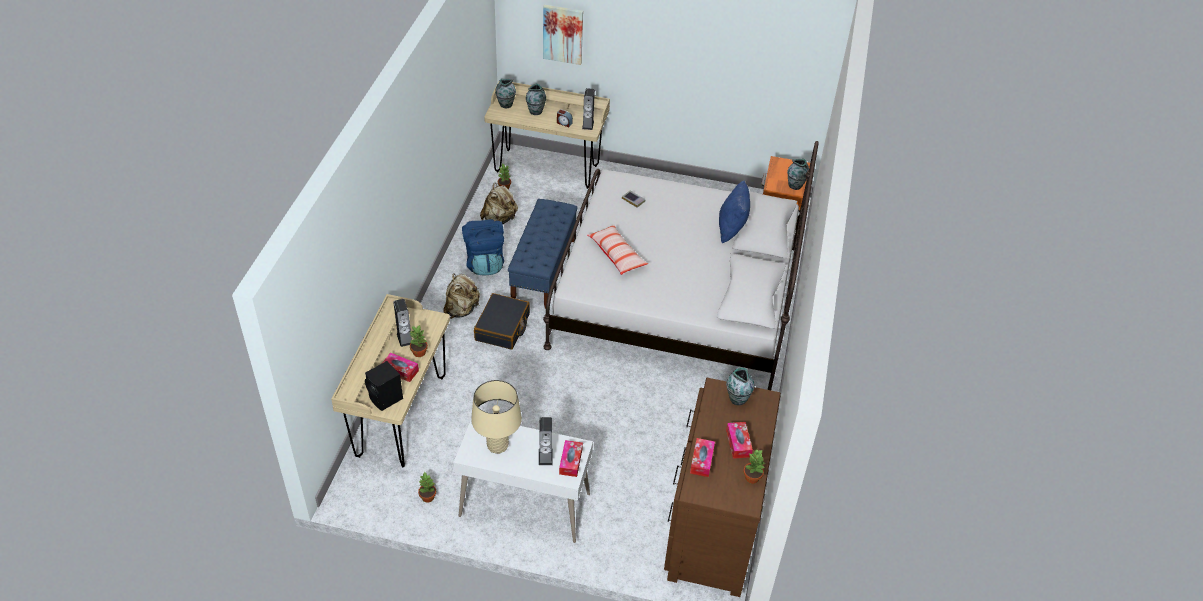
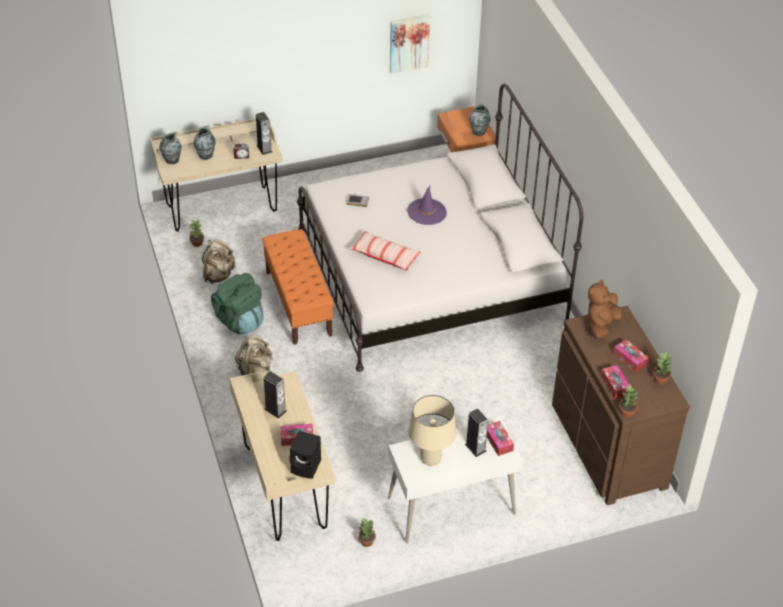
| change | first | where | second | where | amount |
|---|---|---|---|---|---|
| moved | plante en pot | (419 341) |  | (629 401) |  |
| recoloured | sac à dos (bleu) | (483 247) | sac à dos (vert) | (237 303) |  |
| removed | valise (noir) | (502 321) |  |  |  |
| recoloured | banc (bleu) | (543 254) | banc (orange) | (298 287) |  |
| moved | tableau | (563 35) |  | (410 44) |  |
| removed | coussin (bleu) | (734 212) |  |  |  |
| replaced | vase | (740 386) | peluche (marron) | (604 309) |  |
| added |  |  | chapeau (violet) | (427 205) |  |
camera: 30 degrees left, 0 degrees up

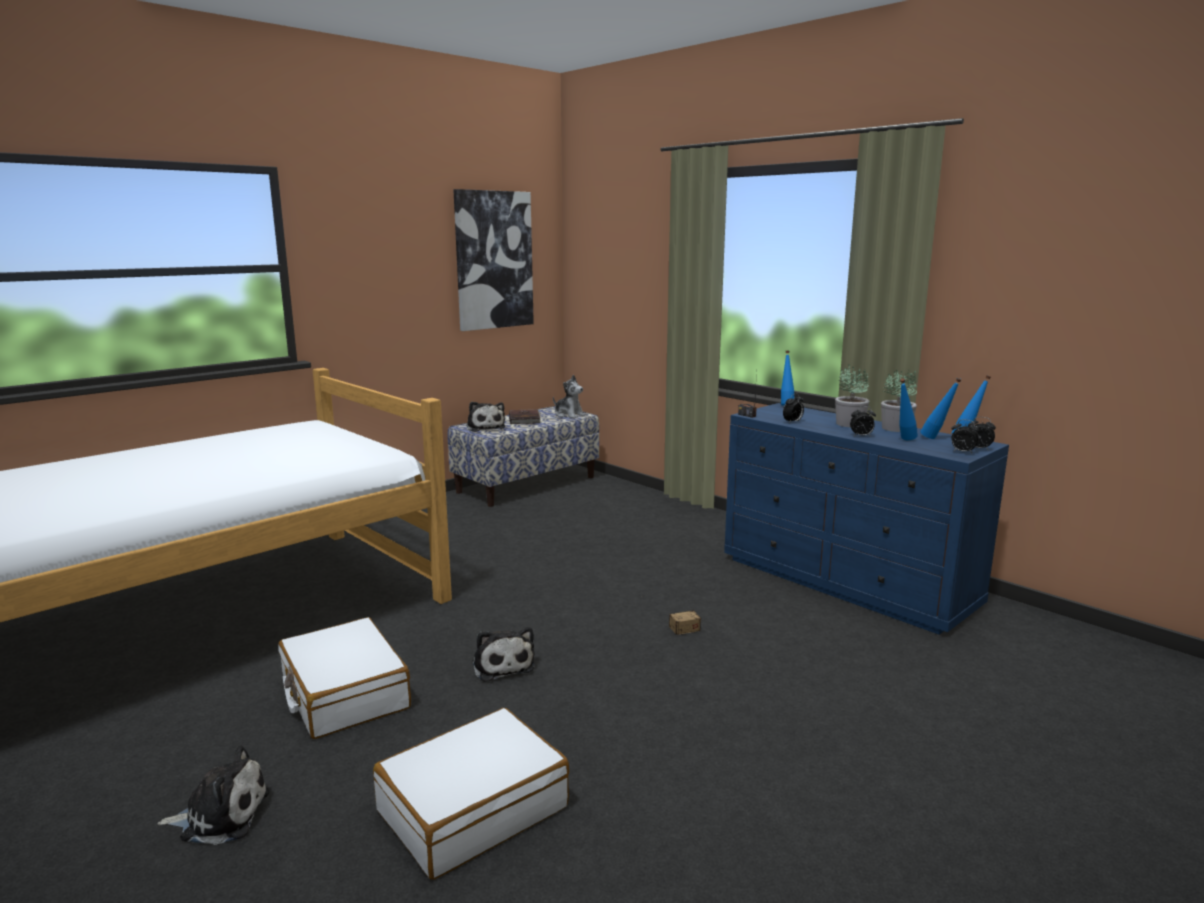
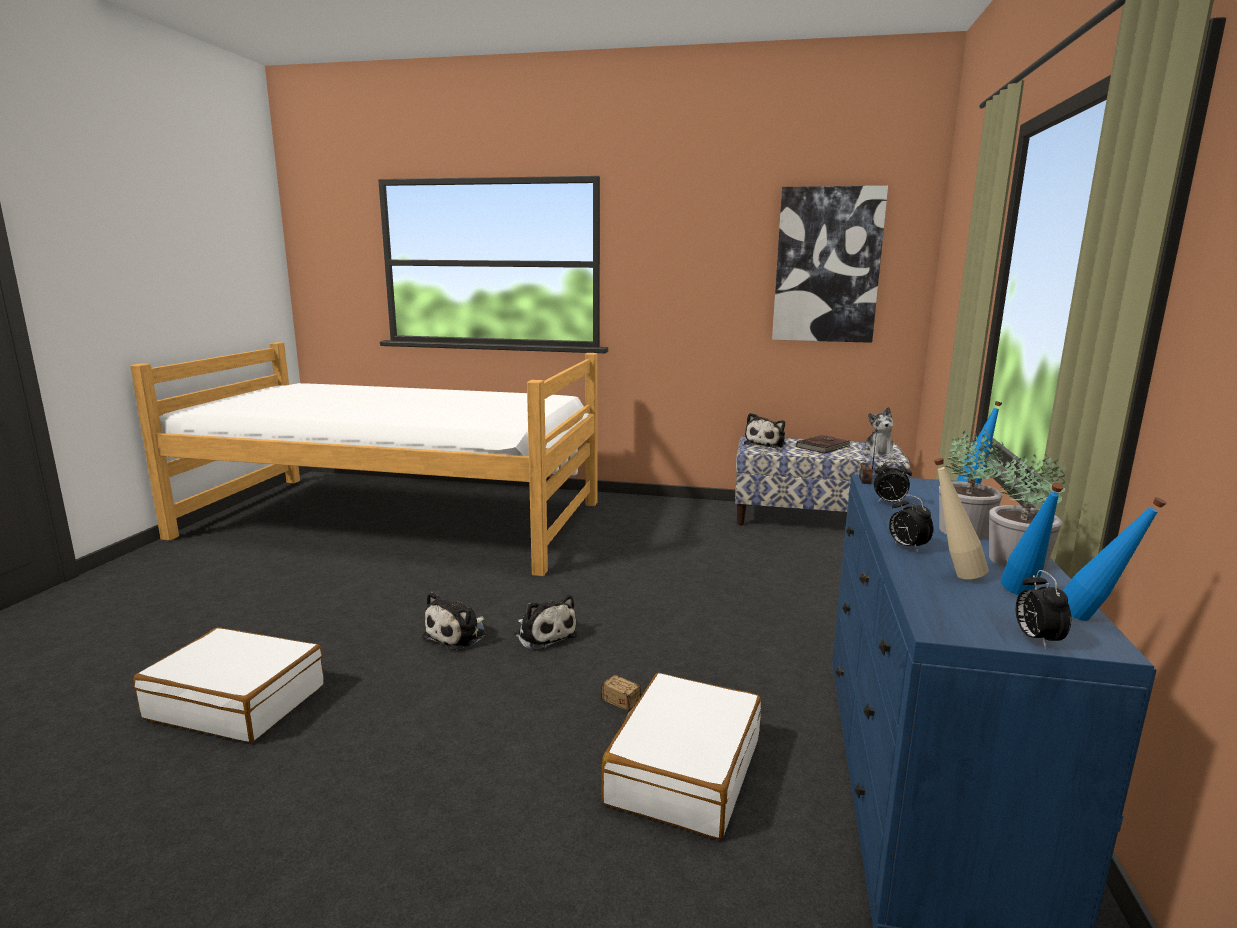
| change | first | where | second | where | amount |
|---|---|---|---|---|---|
| moved | peluche | (213 795) |  | (546 623) |  |
| moved | valise (blanc) | (344 678) |  | (681 756) |  |
| recoloured | bouteille (bleu) | (908 409) | bouteille (beige) | (961 518) |  |
| removed | réveil | (965 436) |  |  |  |
camera: 55 degrees right, 0 degrees up

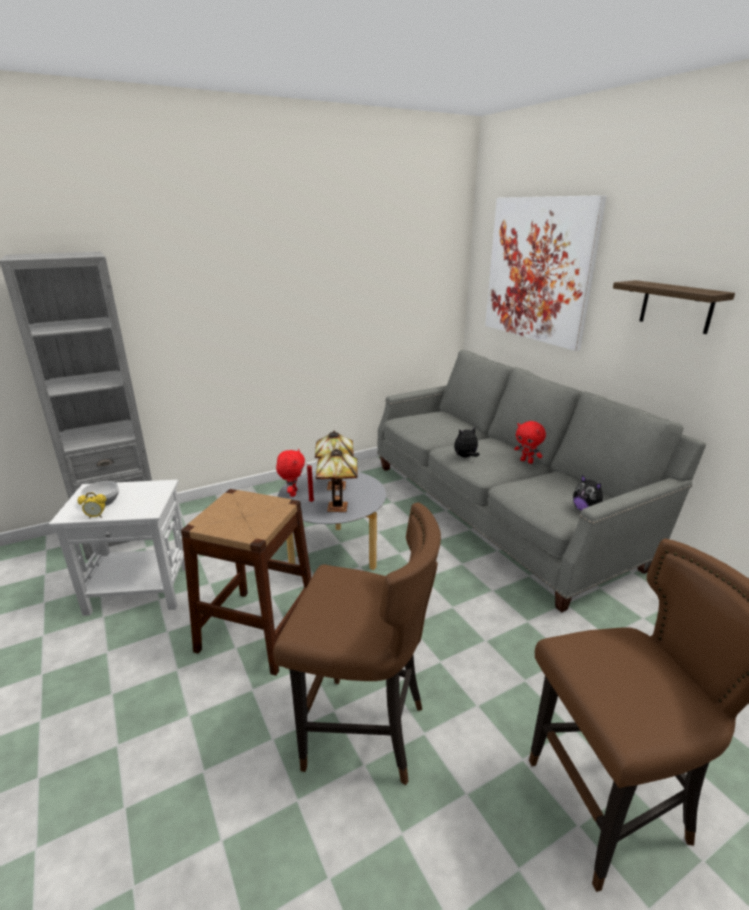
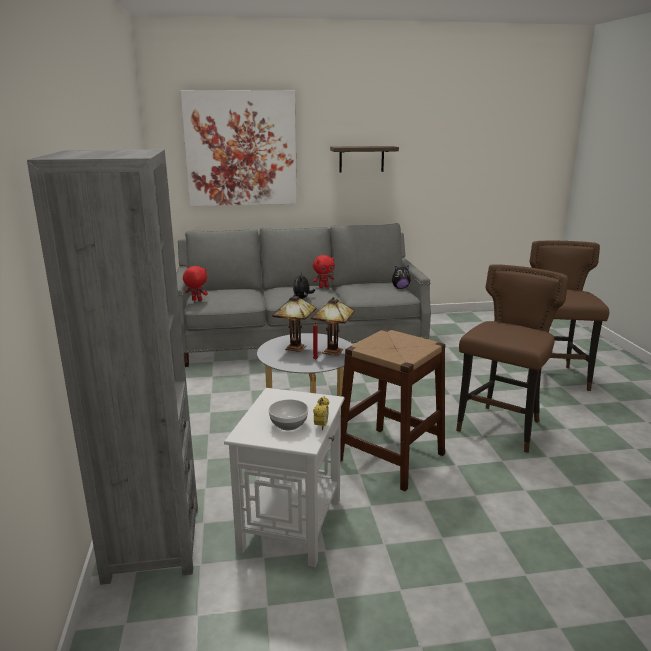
| change | first | where | second | where | amount |
|---|---|---|---|---|---|
| moved | peluche (rouge) | (290 473) |  | (195 283) |  |
camera: 70 degrees left, 5 degrees down

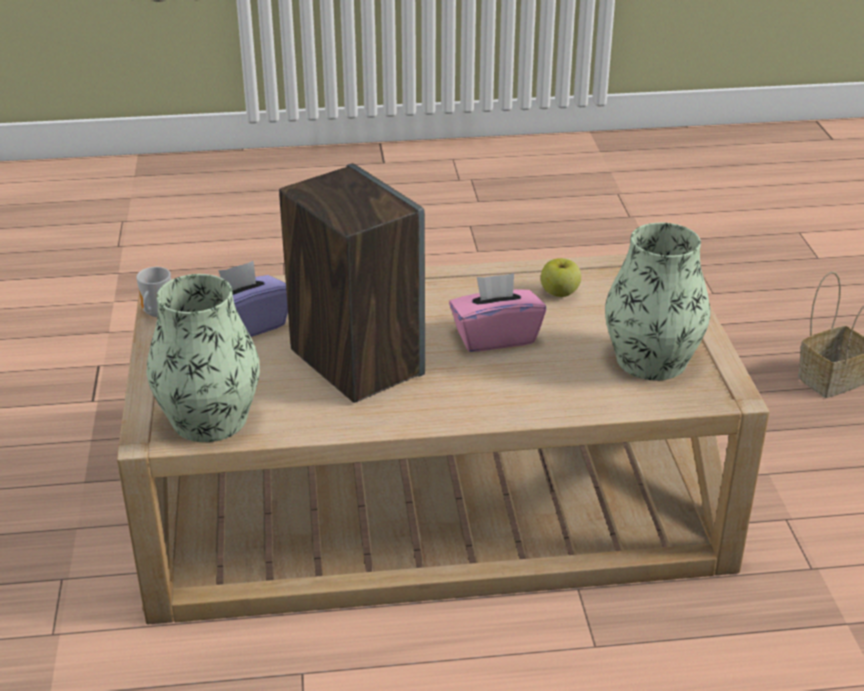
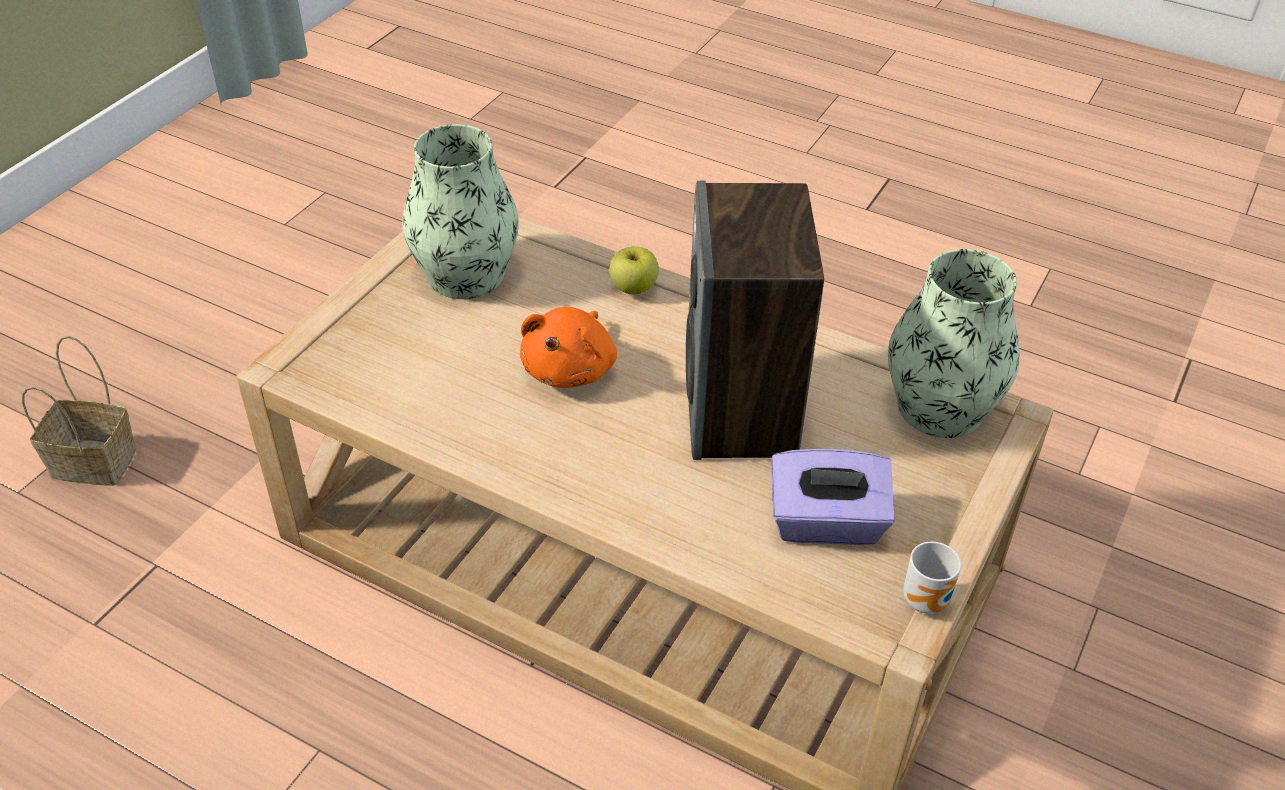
| change | first | where | second | where | amount |
|---|---|---|---|---|---|
| replaced | boîte à mouchoirs (rose) | (497 312) | peluche (orange) | (568 347) |  |
| moved | pomme | (561 277) |  | (634 270) |  |
camera: 145 degrees left, 10 degrees up

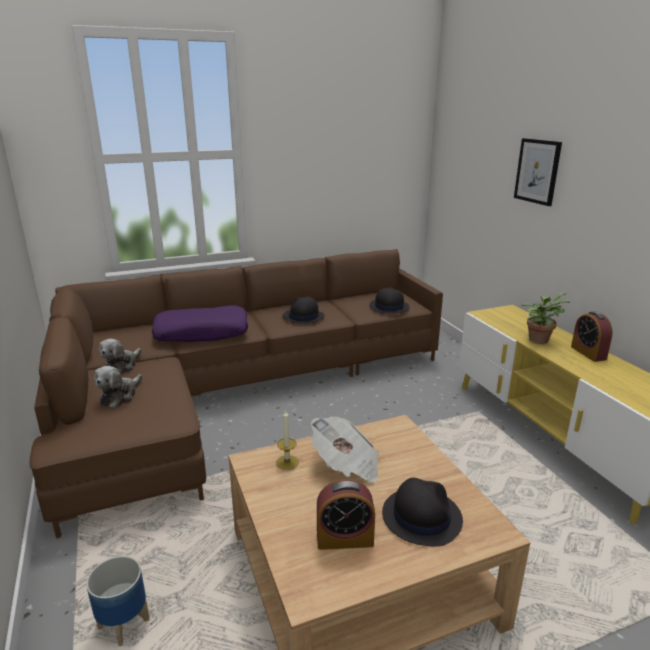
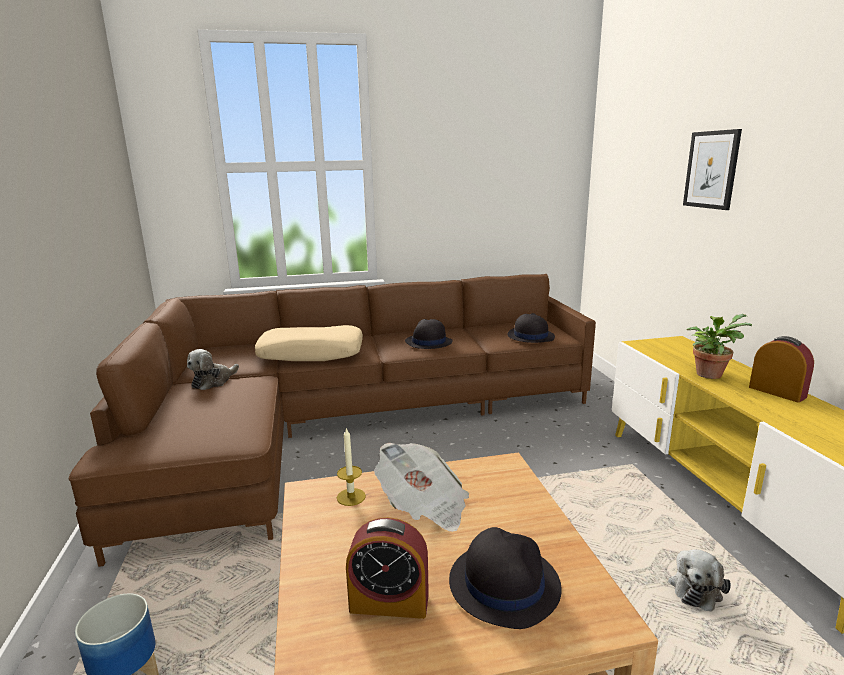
| change | first | where | second | where | amount |
|---|---|---|---|---|---|
| moved | peluche | (118 387) |  | (699 580) |  |
| recoloured | coussin (violet) | (200 323) | coussin (beige) | (309 343) |  |
| turned | réveil | (592 336) |  | (781 369) | 150 degrees clockwise |
camera: 10 degrees right, 5 degrees down

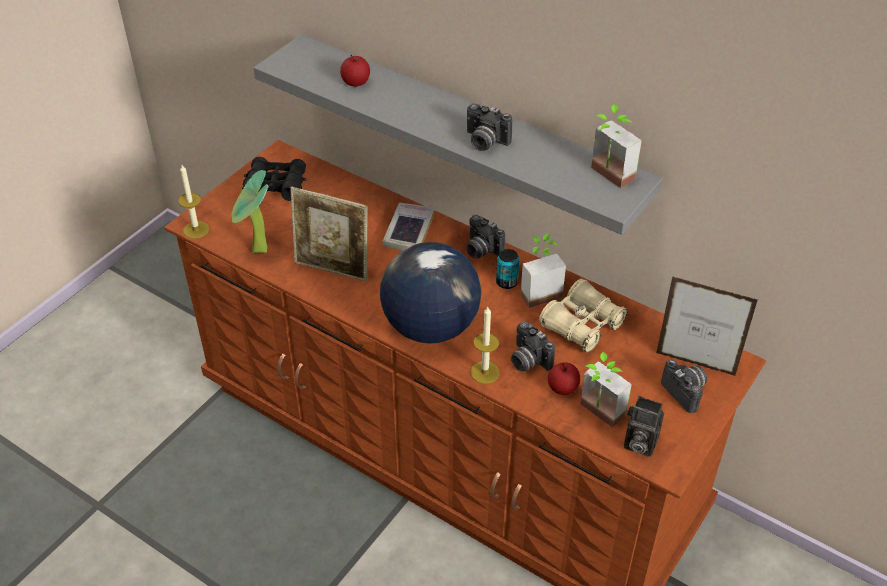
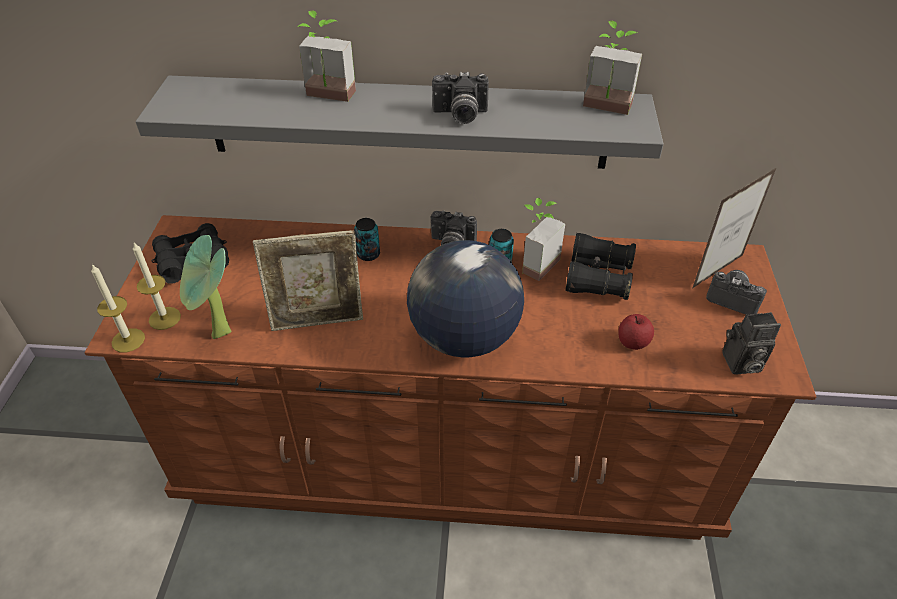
| change | first | where | second | where | amount |
|---|---|---|---|---|---|
| removed | pomme | (355 71) |  |  |  |
| replaced | livre | (408 227) | boîte métallique | (367 239) |  |
| moved | bougie | (485 345) |  | (157 286) |  |
| removed | appareil photo | (533 346) |  |  |  |
| recoloured | jumelles (beige) | (583 316) | jumelles (noir) | (600 266) |  |
| moved | plante en pot | (606 390) |  | (327 56) |  |
| turned | cadre photo | (707 326) |  | (735 227) | 150 degrees clockwise |
camera: 30 degrees left, 0 degrees up

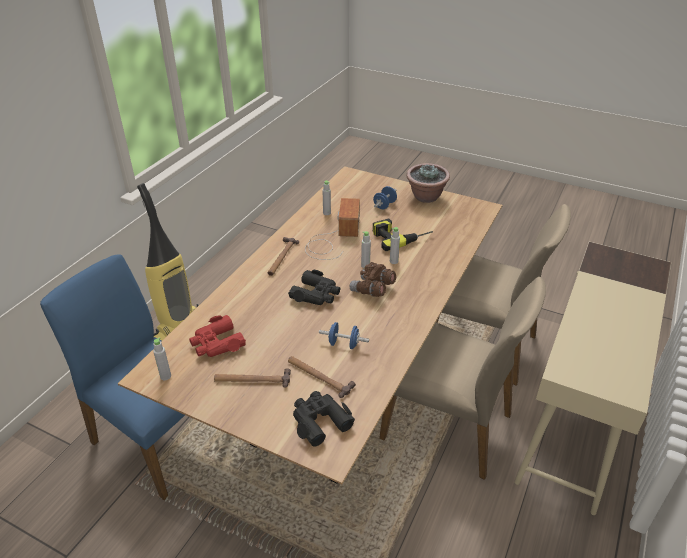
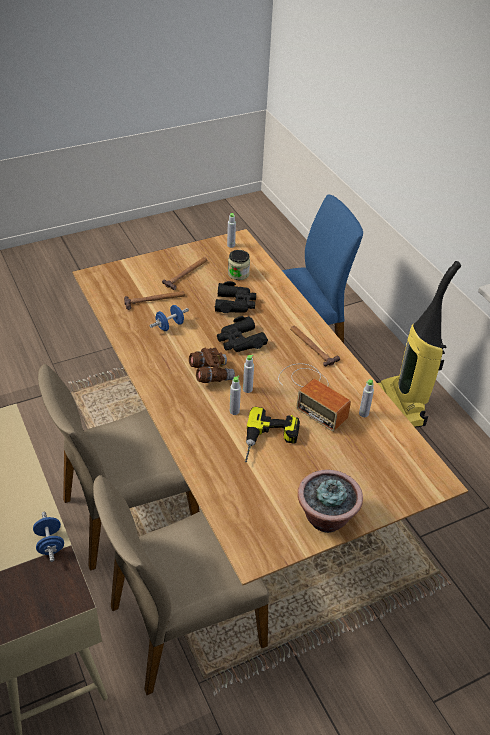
| change | first | where | second | where | amount |
|---|---|---|---|---|---|
| replaced | jumelles (rouge) | (217 336) | bocal | (239 265) |  |
| moved | jumelles (noir) | (324 419) |  | (235 297) |  |
| moved | haltère (bleu) | (385 197) |  | (48 537) |  |
camera: 125 degrees right, 5 degrees up

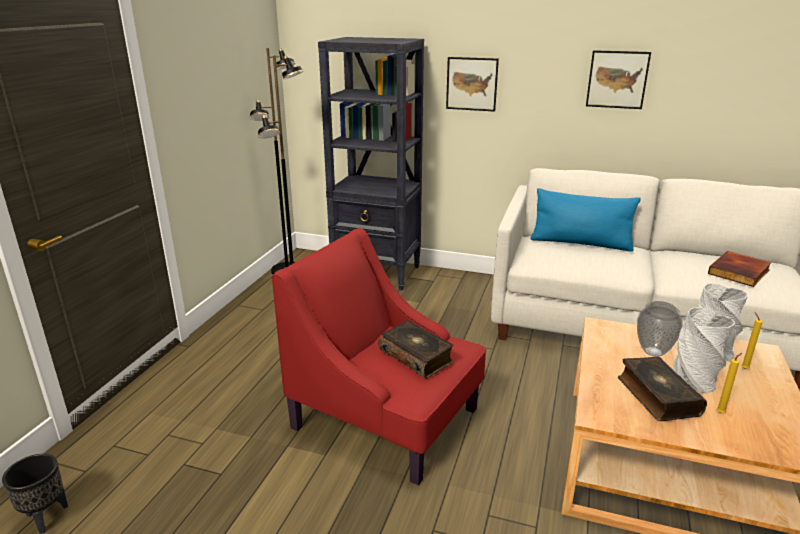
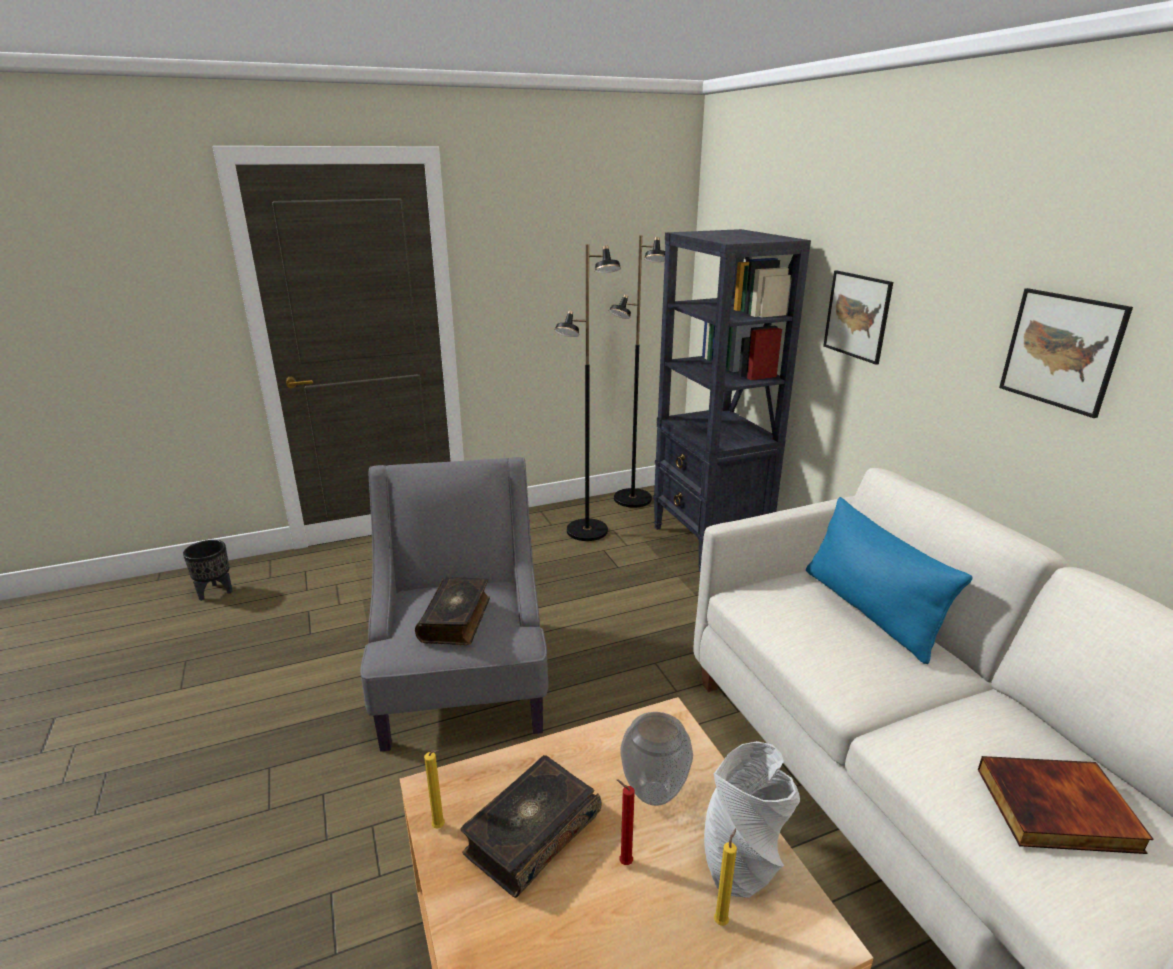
| change | first | where | second | where | amount |
|---|---|---|---|---|---|
| recoloured | fauteuil (rouge) | (379 357) | fauteuil (gris) | (454 604) |  |
| replaced | vase (gris) | (704 350) | bougie (rouge) | (625 822) |  |
| moved | bougie (jaune) | (729 383) |  | (434 789) |  |
camera: 50 degrees right, 0 degrees up

